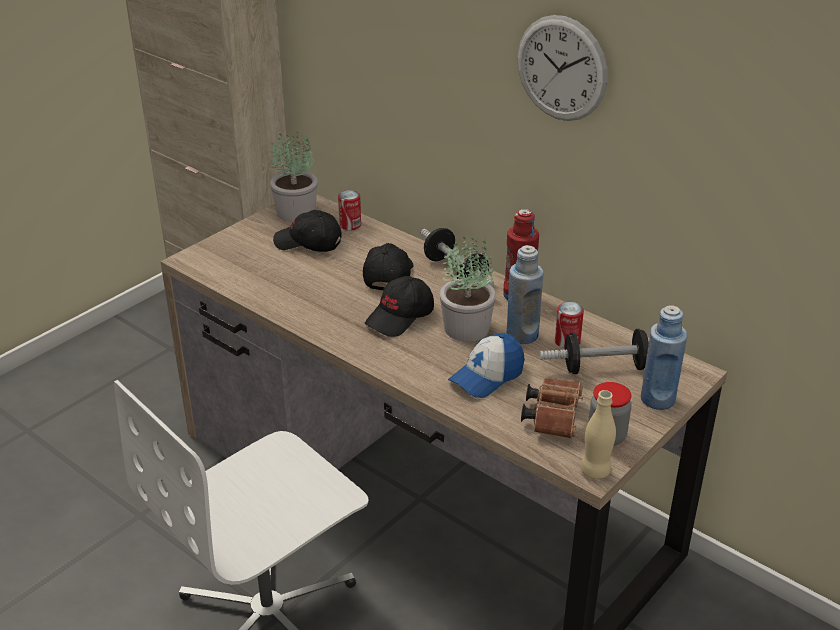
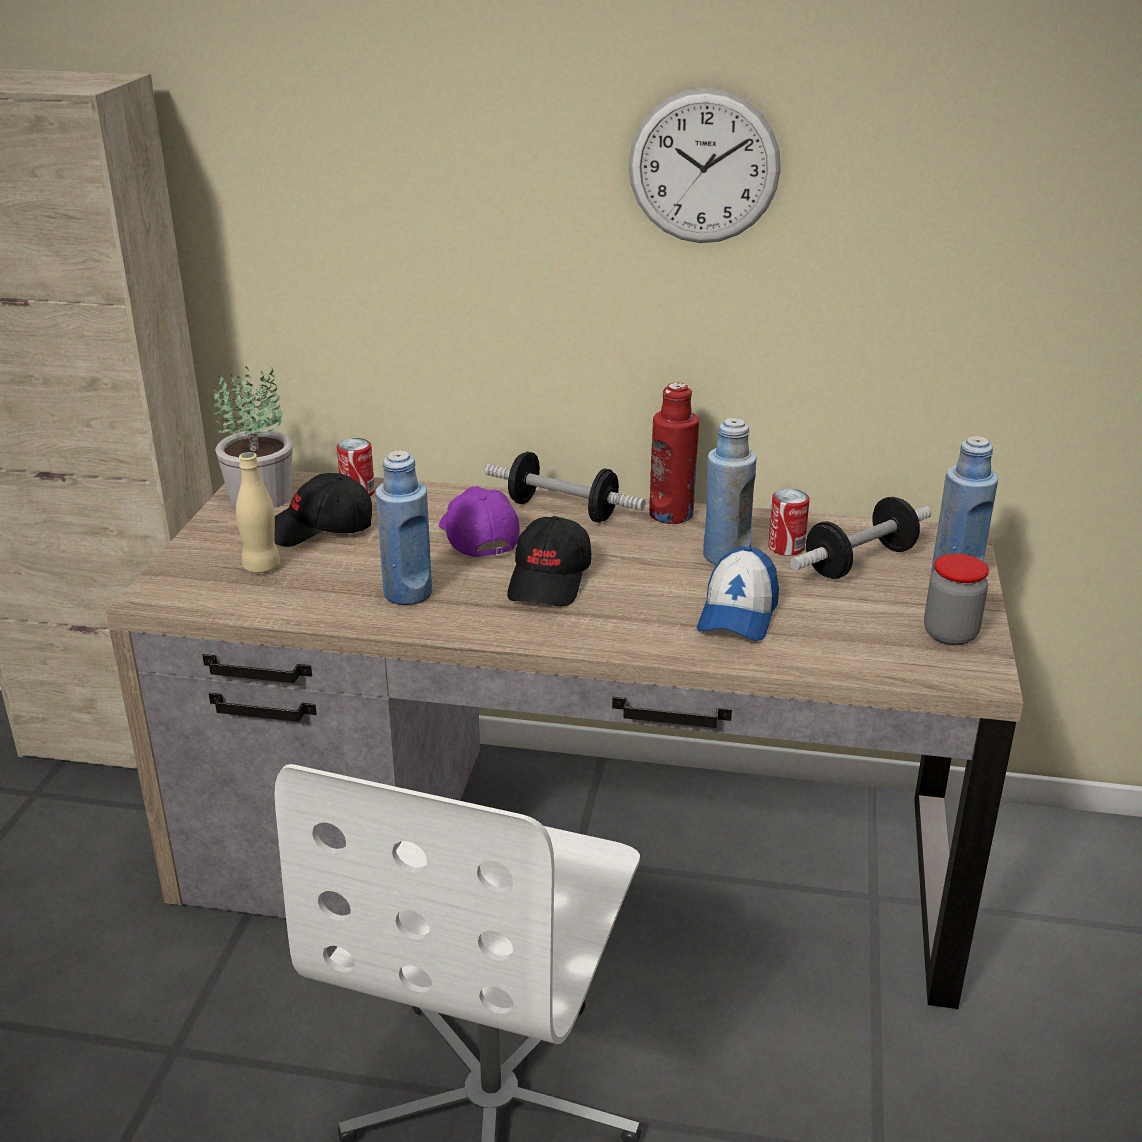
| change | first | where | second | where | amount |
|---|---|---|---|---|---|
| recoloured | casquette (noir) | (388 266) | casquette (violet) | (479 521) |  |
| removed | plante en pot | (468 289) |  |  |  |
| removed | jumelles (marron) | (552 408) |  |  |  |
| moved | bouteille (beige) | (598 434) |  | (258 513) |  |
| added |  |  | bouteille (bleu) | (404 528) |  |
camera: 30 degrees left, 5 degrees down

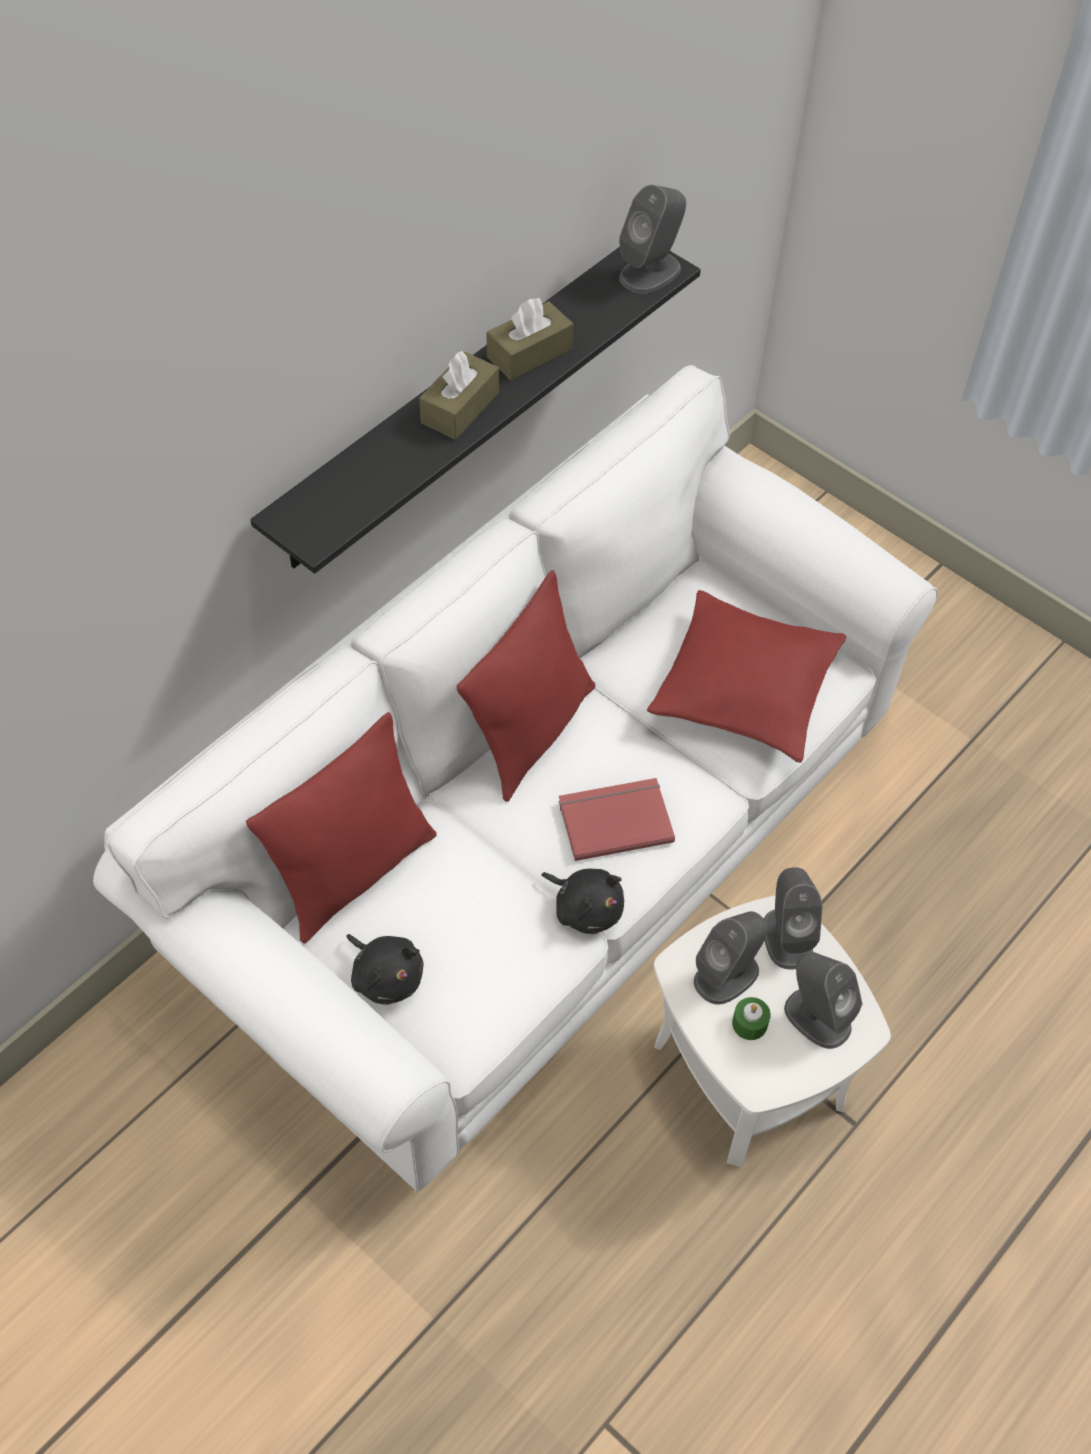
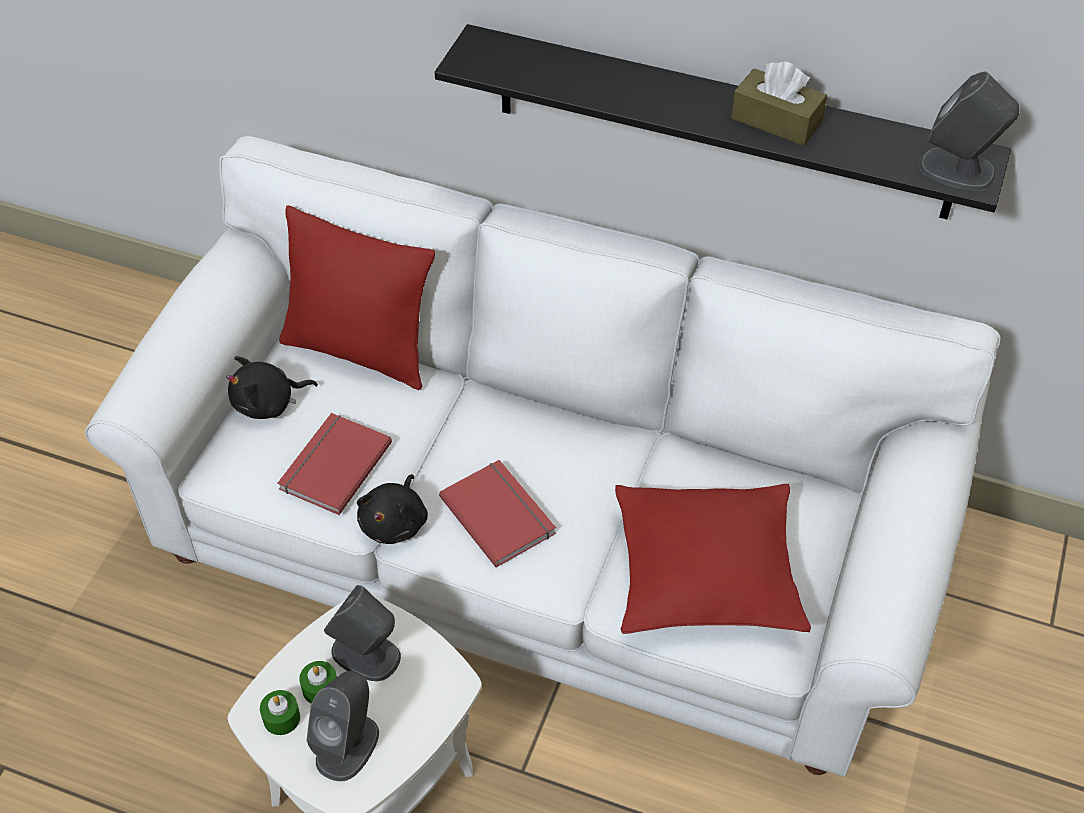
| change | first | where | second | where | amount |
|---|---|---|---|---|---|
| turned | peluche (noir) | (384 969) |  | (272 387) | 45 degrees clockwise |
| removed | boîte à mouchoirs (marron) | (459 395) |  |  |  |
| removed | coussin (rouge) | (525 686) |  |  |  |
| removed | enceinte (gris) | (793 918) |  |  |  |
| added |  |  | bougie (vert) | (280 712) |  |
| added |  |  | livre (rouge) | (334 464) |  |
camera: 70 degrees right, 5 degrees down

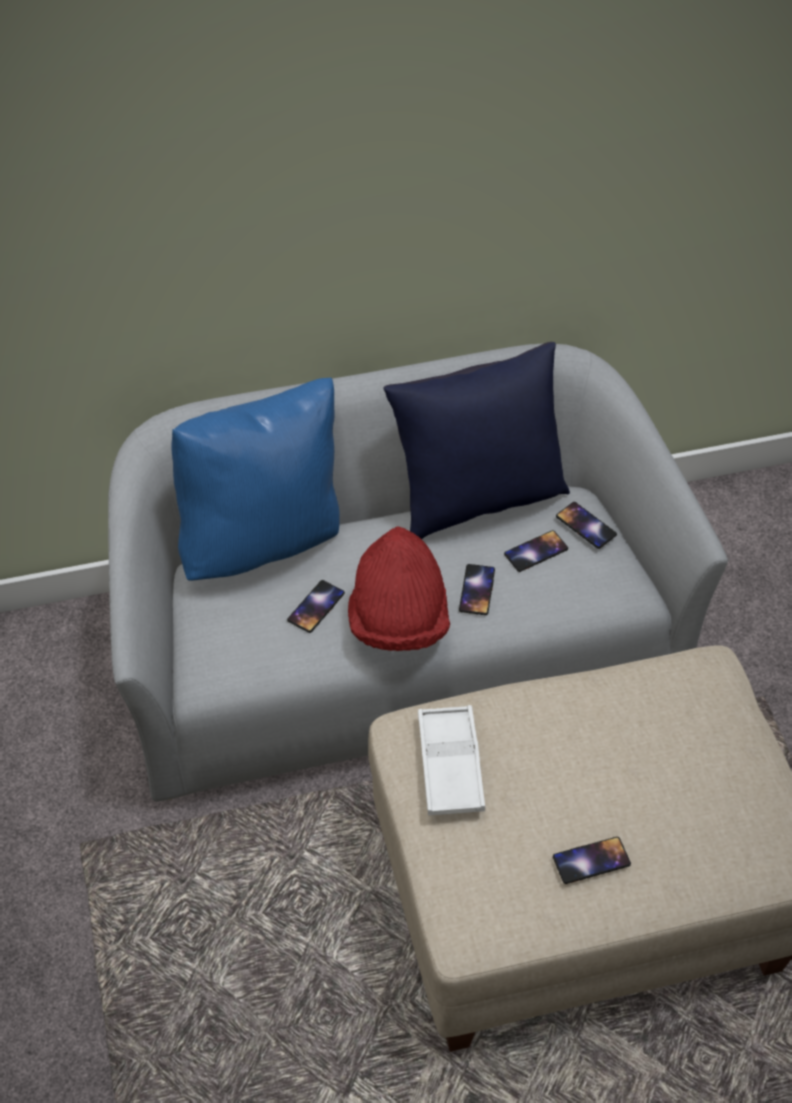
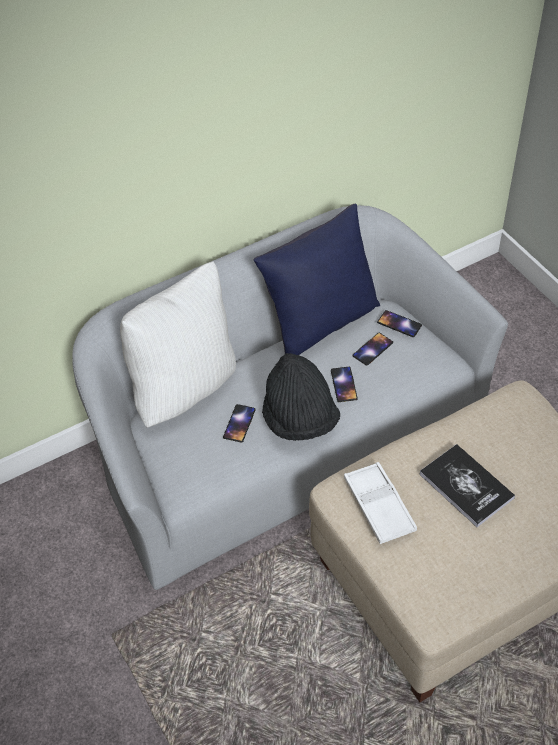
| change | first | where | second | where | amount |
|---|---|---|---|---|---|
| recoloured | coussin (bleu) | (255 479) | coussin (blanc) | (178 344) |  |
| recoloured | chapeau (rouge) | (399 588) | chapeau (noir) | (301 397) |  |
| removed | téléphone | (592 860) |  |  |  |
| added |  |  | livre | (467 485) |  |
camera: 15 degrees left, 0 degrees up

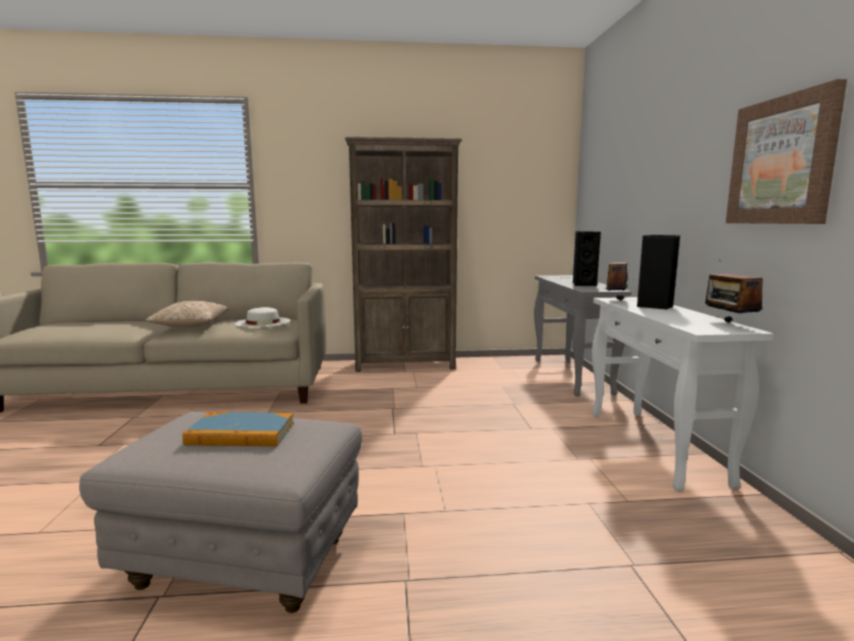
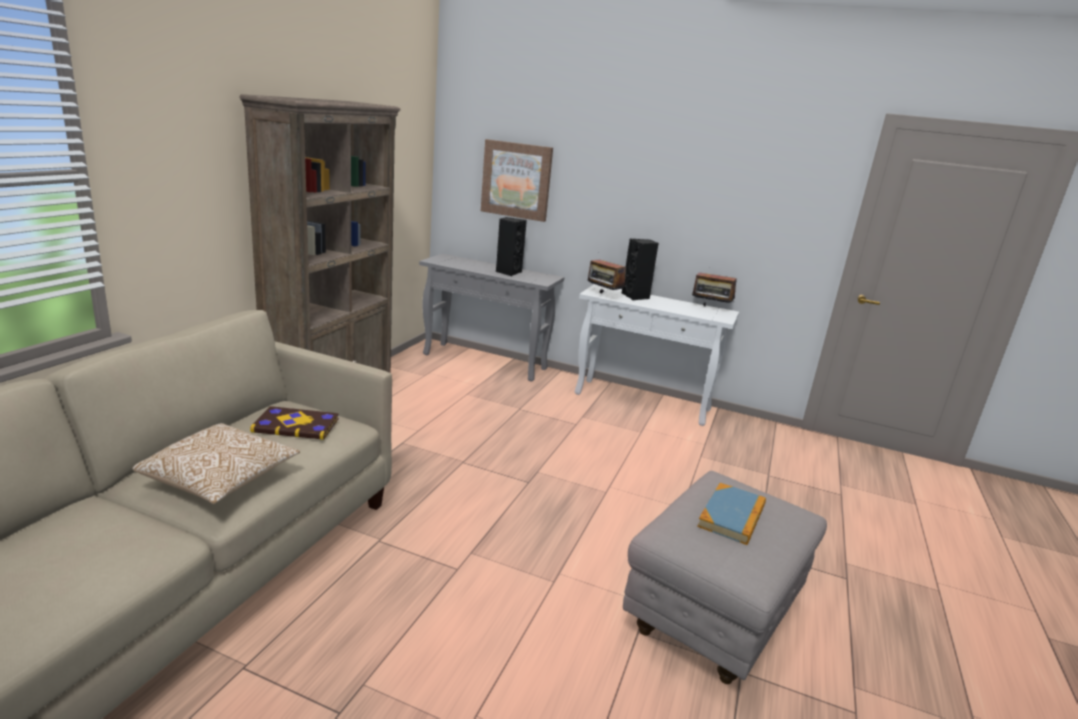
| change | first | where | second | where | amount |
|---|---|---|---|---|---|
| replaced | chapeau (blanc) | (263 317) | livre | (294 423) |  |
| moved | tableau | (786 151) |  | (517 180) |  |
camera: 65 degrees left, 10 degrees up

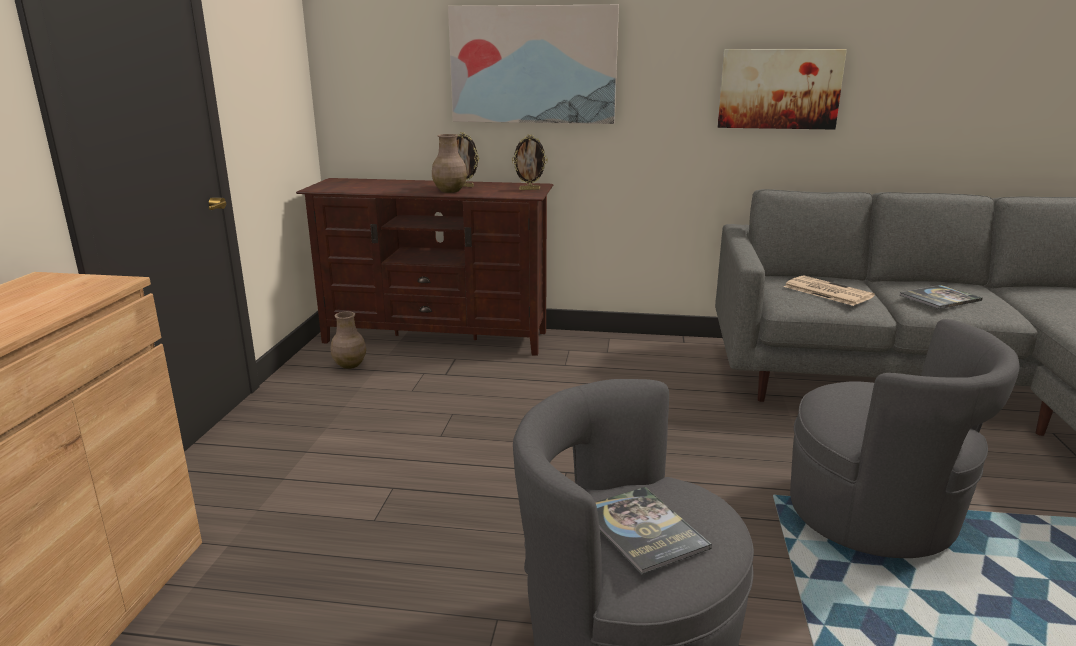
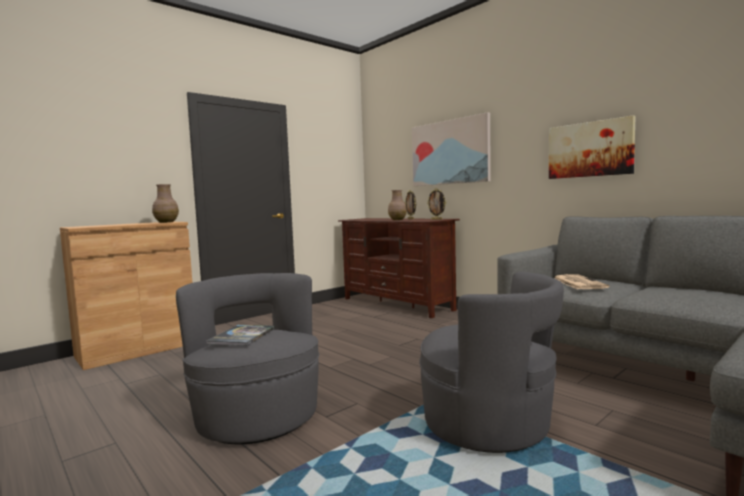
| change | first | where | second | where | amount |
|---|---|---|---|---|---|
| moved | vase (marron) | (348 340) |  | (165 203) |  |
| turned | fauteuil (gris) | (904 438) |  | (491 362) | 45 degrees counterclockwise |
| removed | livre | (941 297) |  |  |  |
camera: 40 degrees right, 15 degrees down

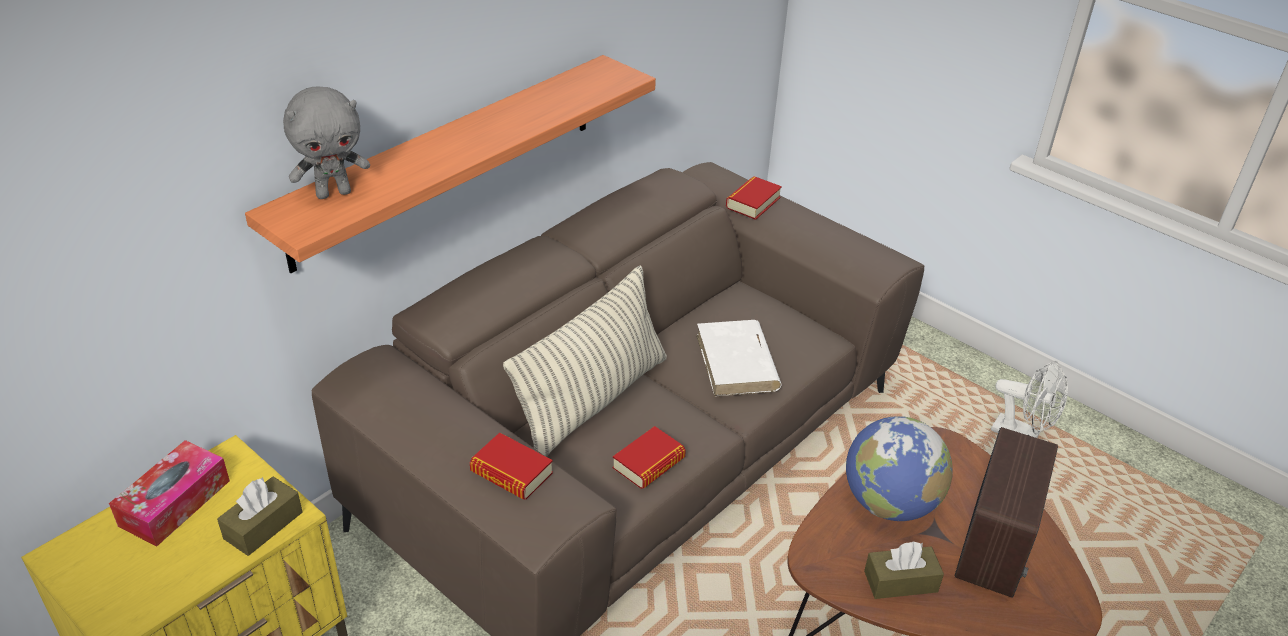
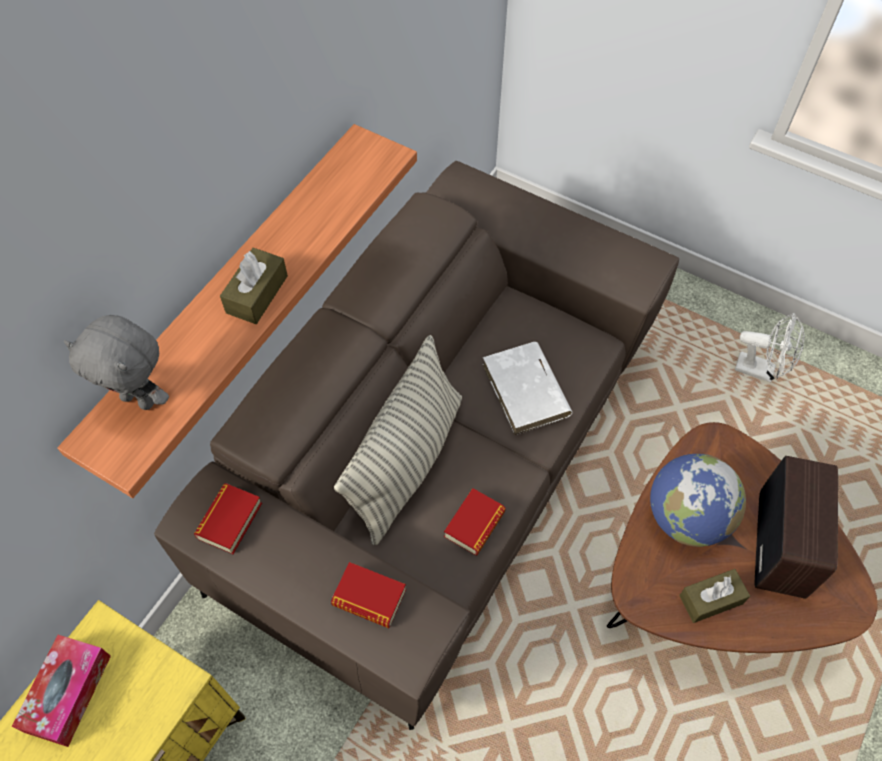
| change | first | where | second | where | amount |
|---|---|---|---|---|---|
| moved | boîte à mouchoirs (marron) | (260 516) |  | (254 286) |  |
| turned | peluche (gris) | (326 143) |  | (116 362) | 60 degrees clockwise |
| moved | livre | (754 198) |  | (228 518) |  |
camera: 10 degrees left, 20 degrees up

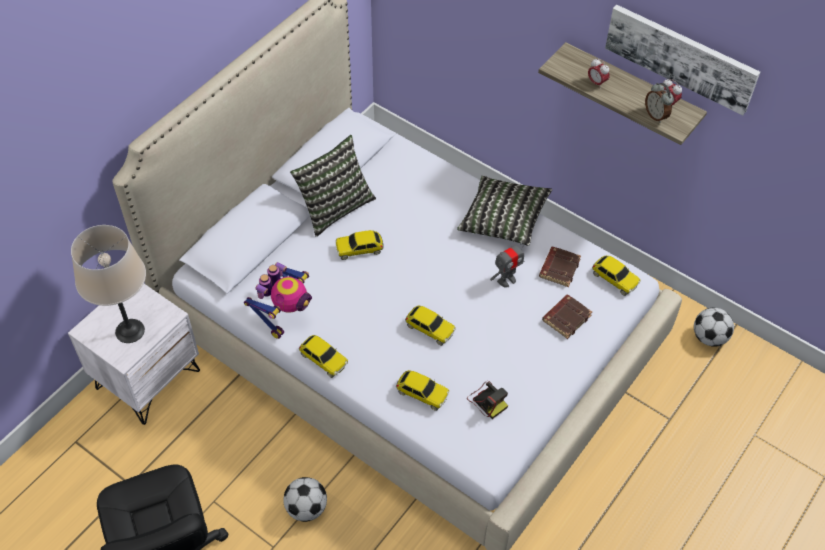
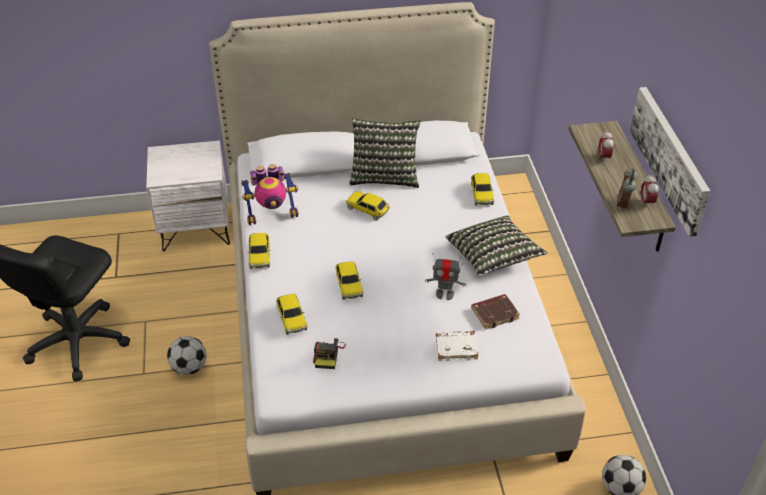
| change | first | where | second | where | amount |
|---|---|---|---|---|---|
| removed | lampe de table (beige) | (108 284) |  |  |  |
| recoloured | livre (marron) | (567 317) | livre (blanc) | (457 346) |  |
| moved | petite voiture | (616 276) |  | (482 189) |  |
camera: 45 degrees right, 10 degrees down

